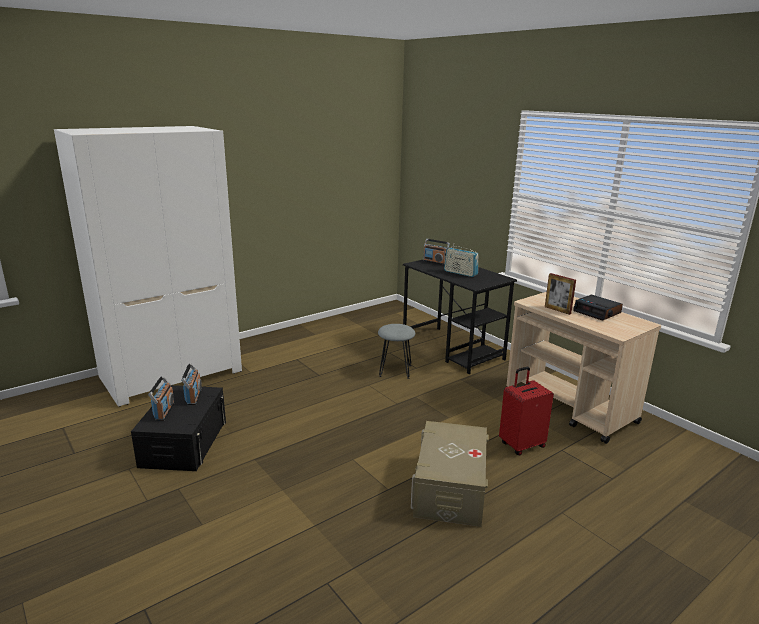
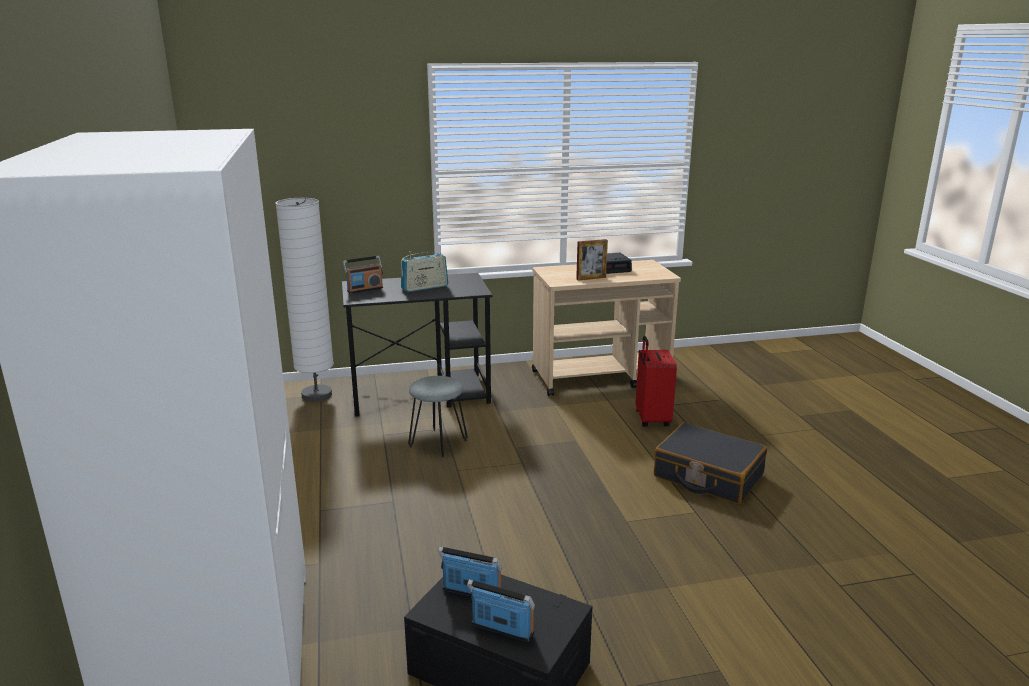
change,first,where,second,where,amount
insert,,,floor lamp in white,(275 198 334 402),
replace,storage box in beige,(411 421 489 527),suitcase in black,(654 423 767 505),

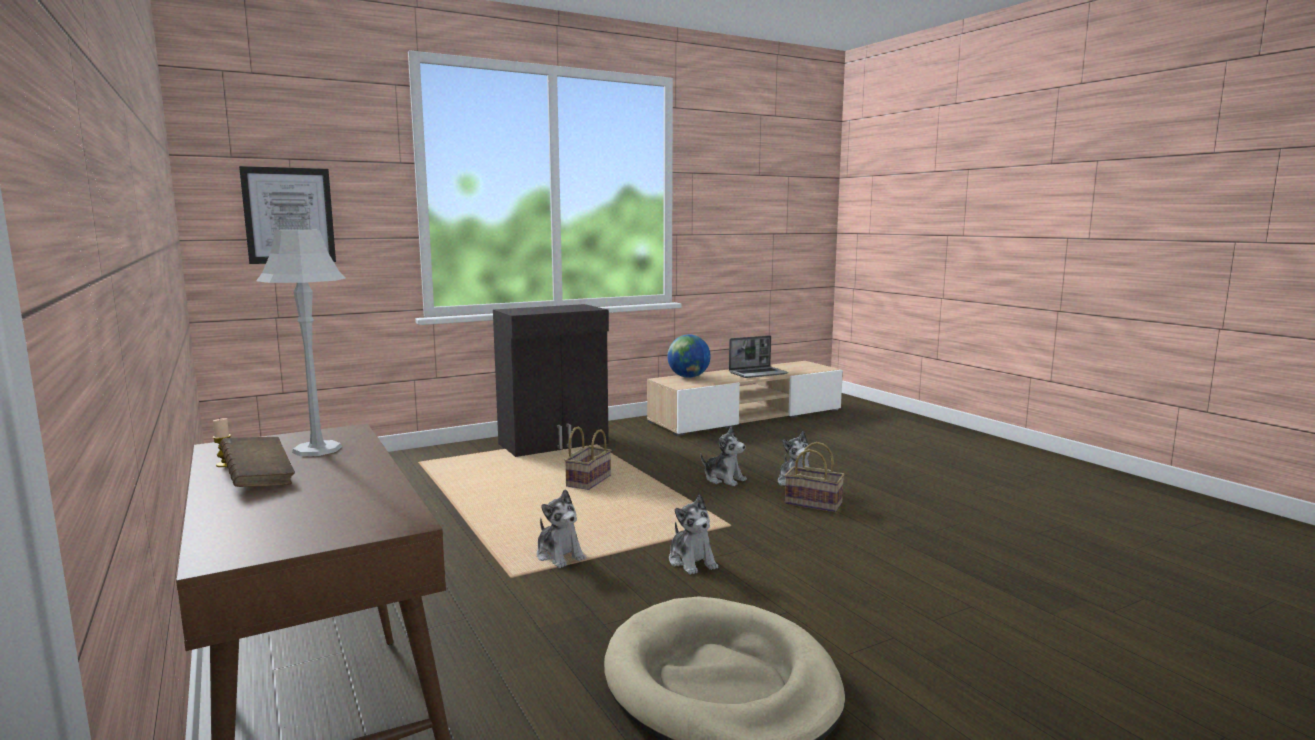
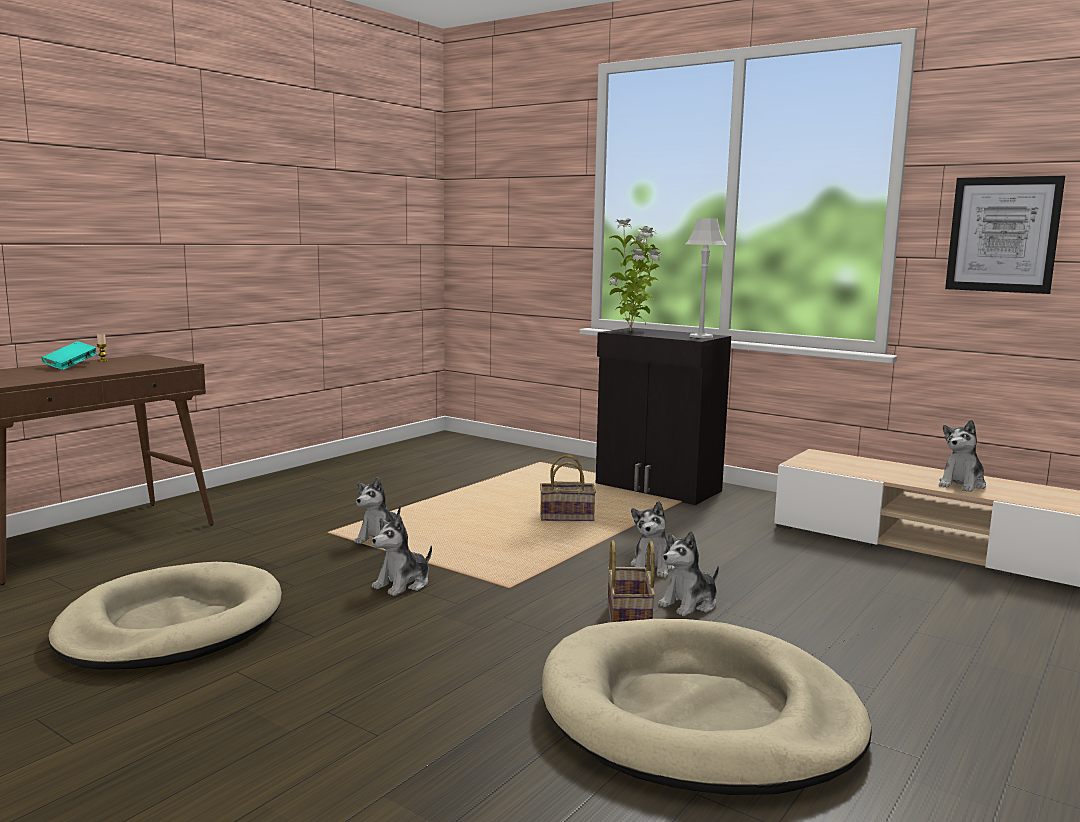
change,first,where,second,where,amount
delete,globe,(667 334 711 378),,,
insert,,,dog bed in beige,(542 619 872 795),
insert,,,potted plant,(609 218 661 331),
move,picture,(239 166 336 264),,(945 176 1065 294),
move,table lamp in grey,(256 230 345 456),,(686 218 726 338),
replace,laptop,(729 335 788 378),plush toy,(939 420 986 492),
recolor,book in brown,(220 437 295 487),book in turquoise,(42 341 97 370),

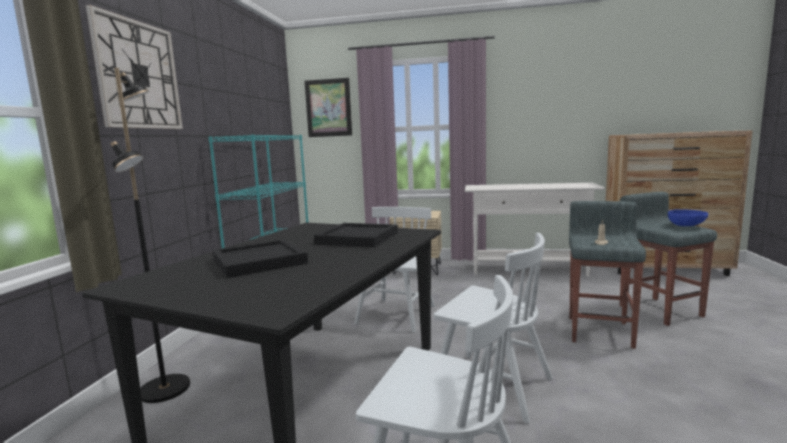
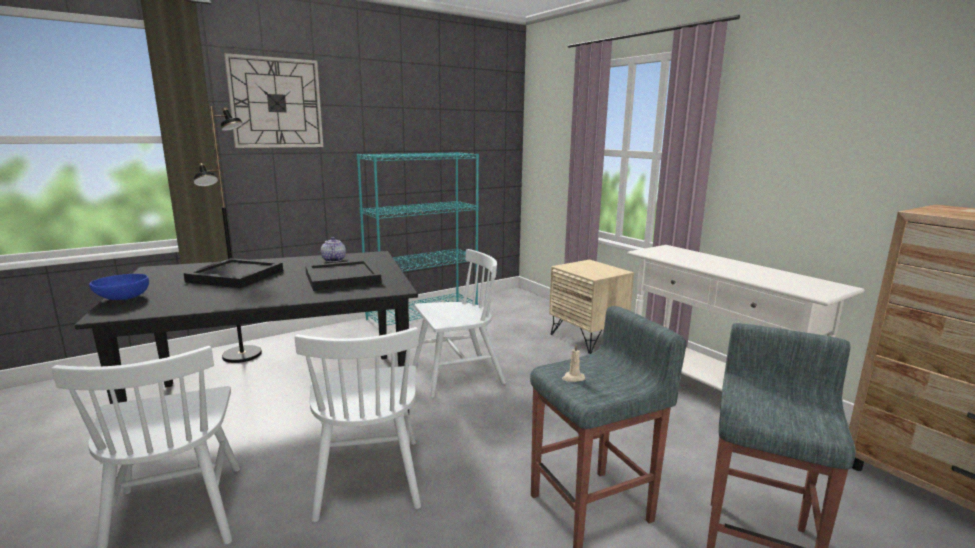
change,first,where,second,where,amount
delete,picture,(305 78 352 137),,,
insert,,,teapot,(321 237 346 262),
move,bowl in blue,(668 209 708 226),,(89 274 149 300),

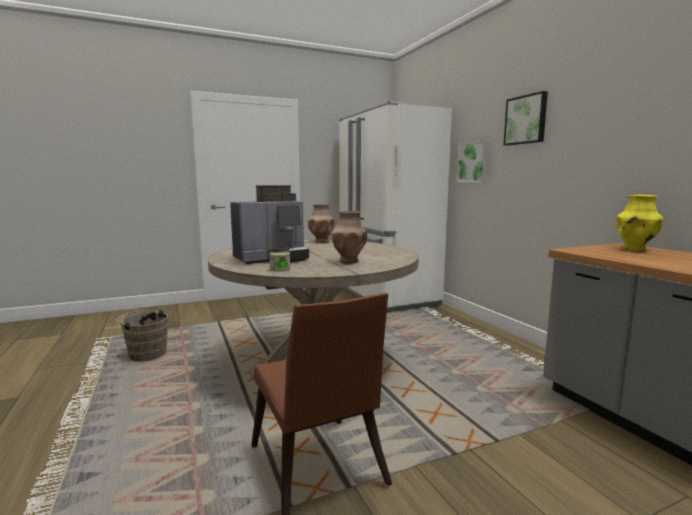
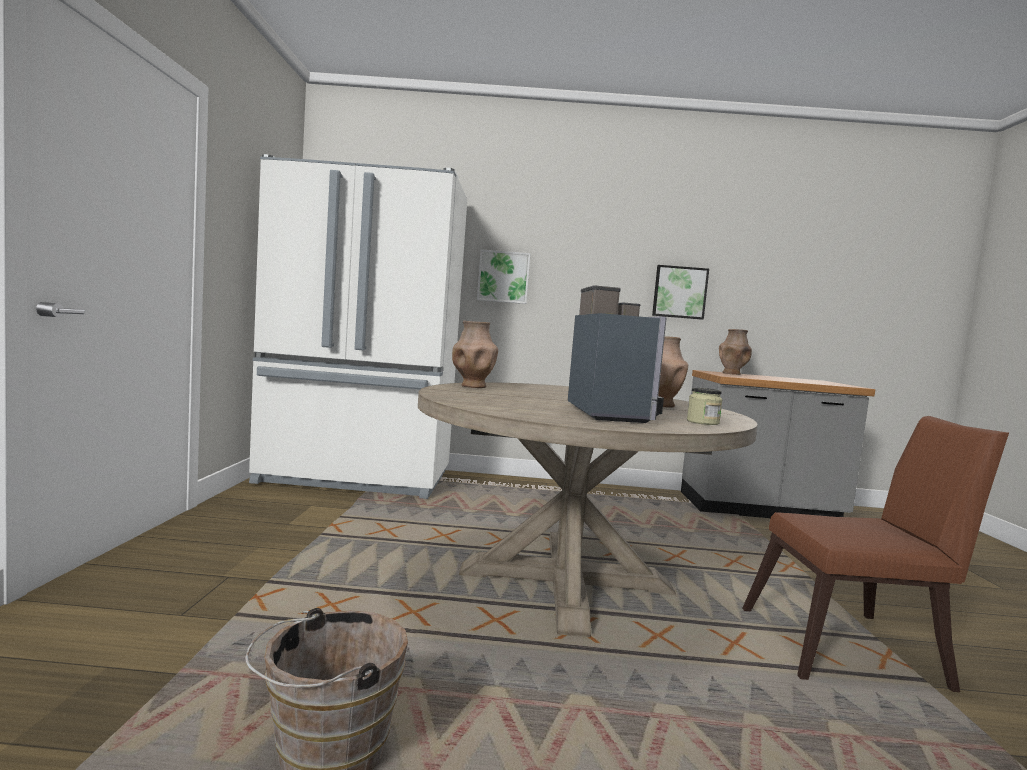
change,first,where,second,where,amount
move,picture,(503 91 548 146),,(652 265 709 320),
recolor,vase in yellow,(616 195 664 251),vase in brown,(719 329 752 375),

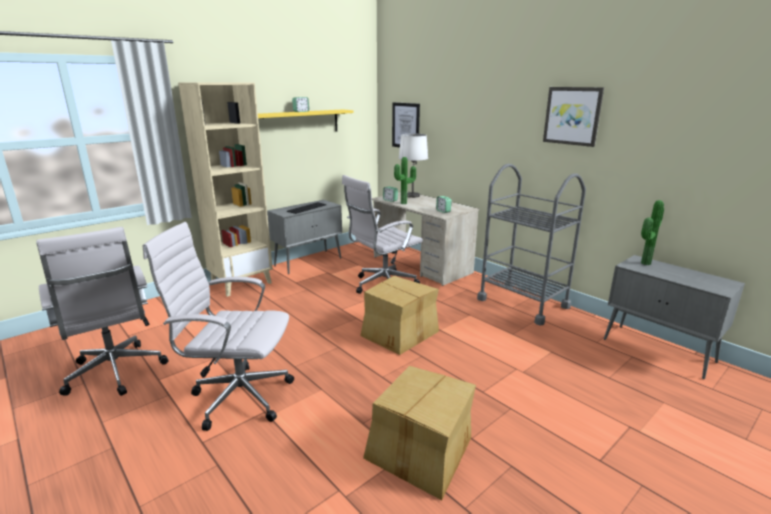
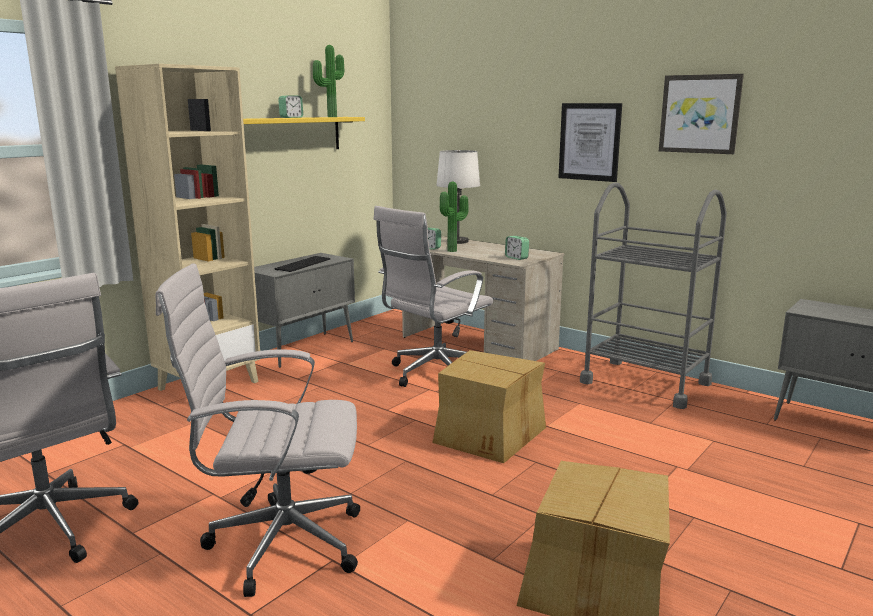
change,first,where,second,where,amount
move,picture,(392 102 420 148),,(558 103 622 182),
move,potted plant,(641 200 664 265),,(313 45 344 117),

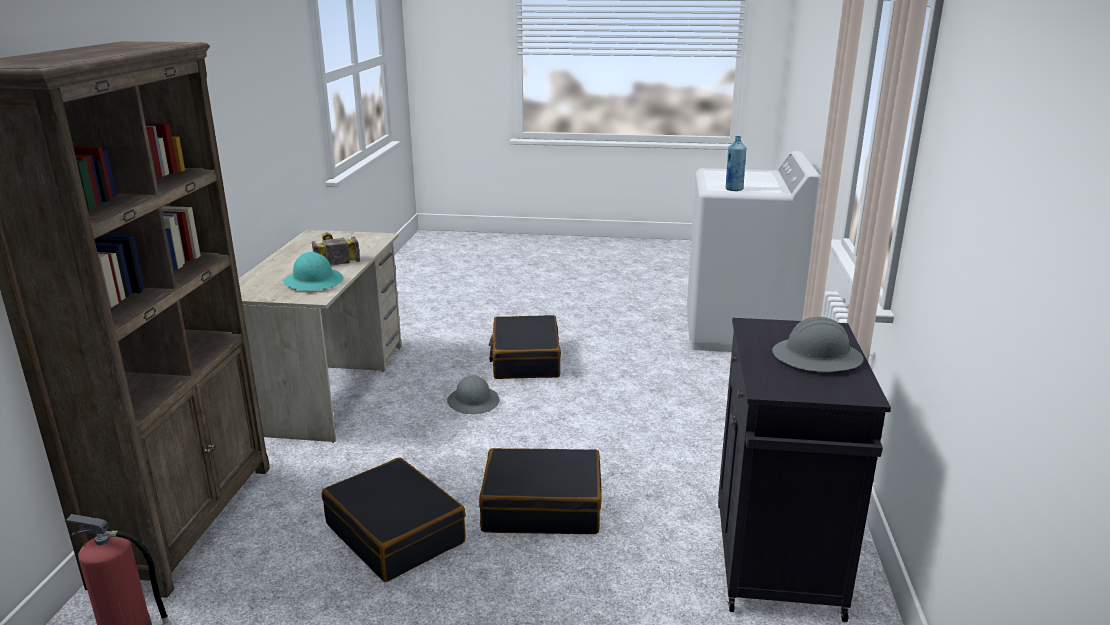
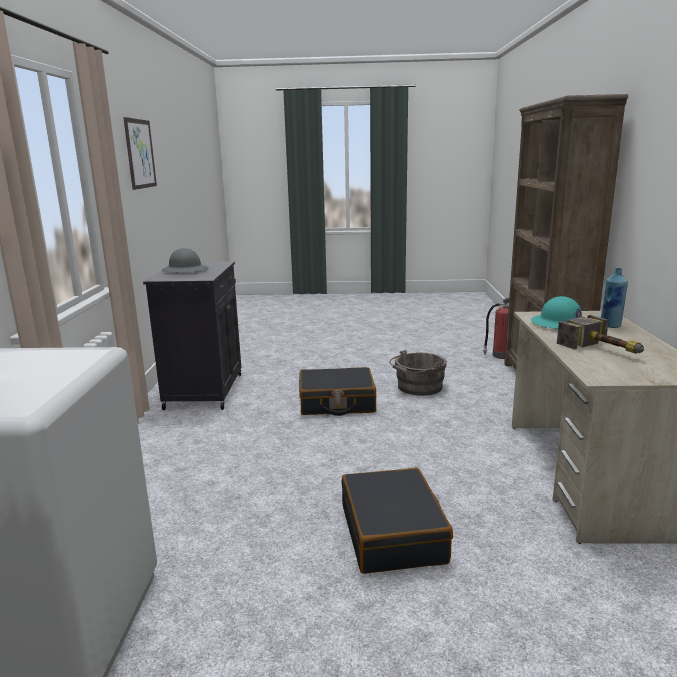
change,first,where,second,where,amount
delete,hard hat in grey,(447 375 500 414),,,
insert,,,picture,(123 117 157 190),
move,bottle in blue,(726 136 747 191),,(601 268 628 328),
replace,suitcase in black,(322 457 466 582),bucket in grey,(389 350 447 396),

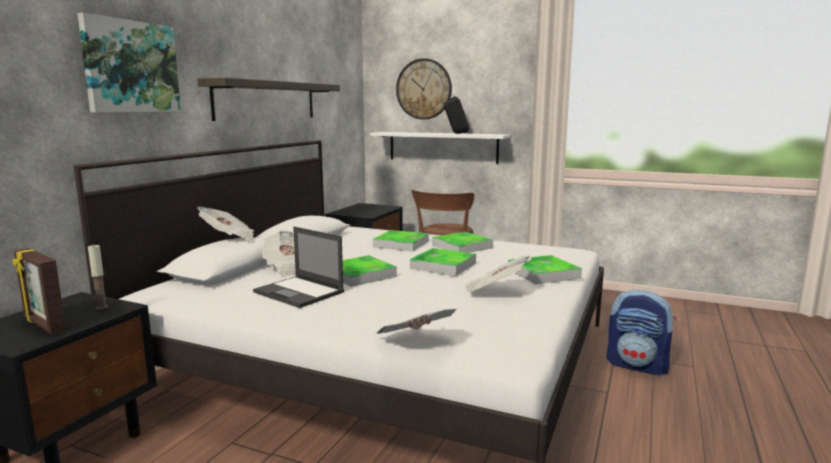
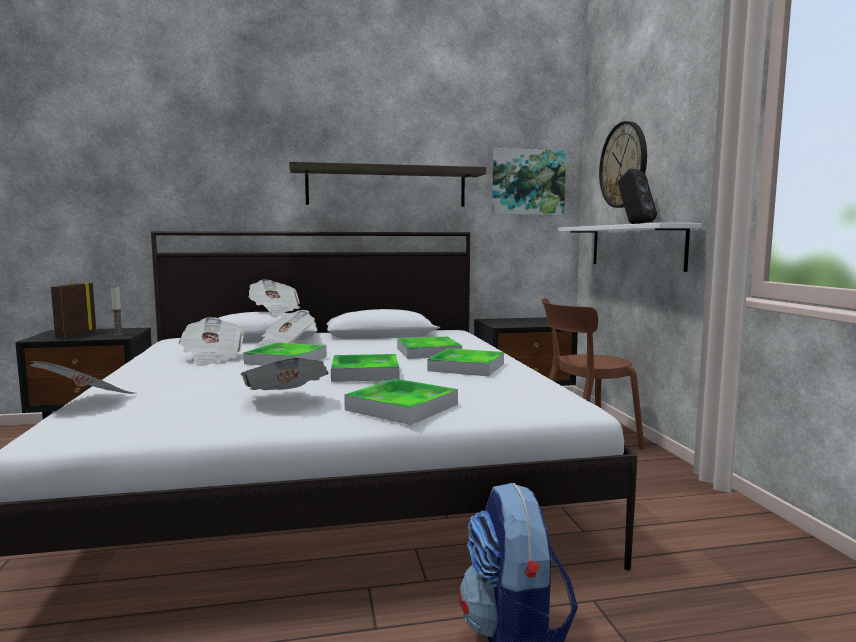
change,first,where,second,where,amount
move,picture,(77 13 181 113),,(492 148 566 215),
replace,laptop,(253 227 344 308),newspaper,(179 317 245 365),

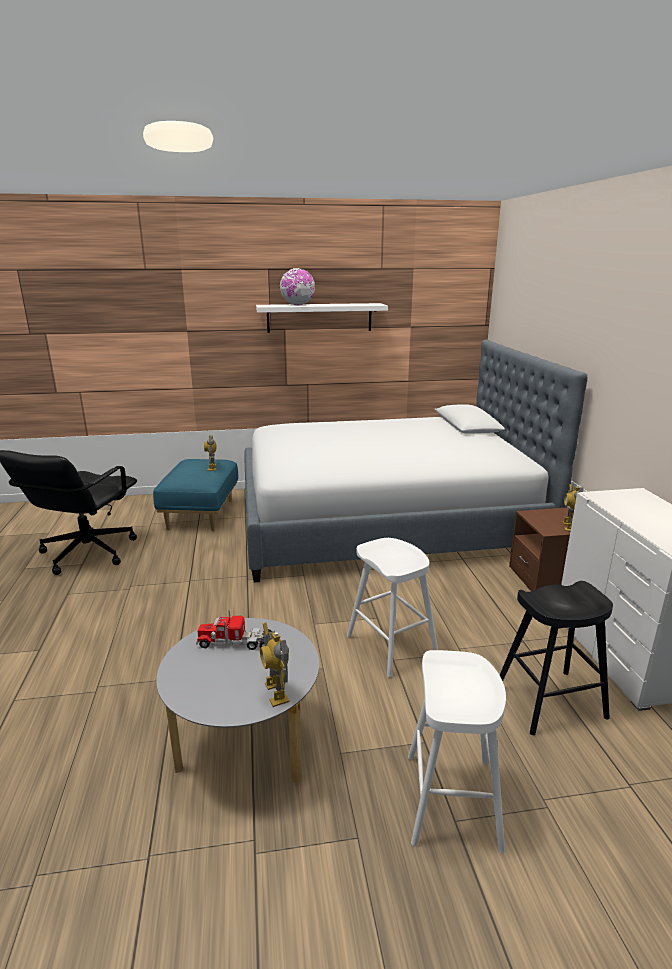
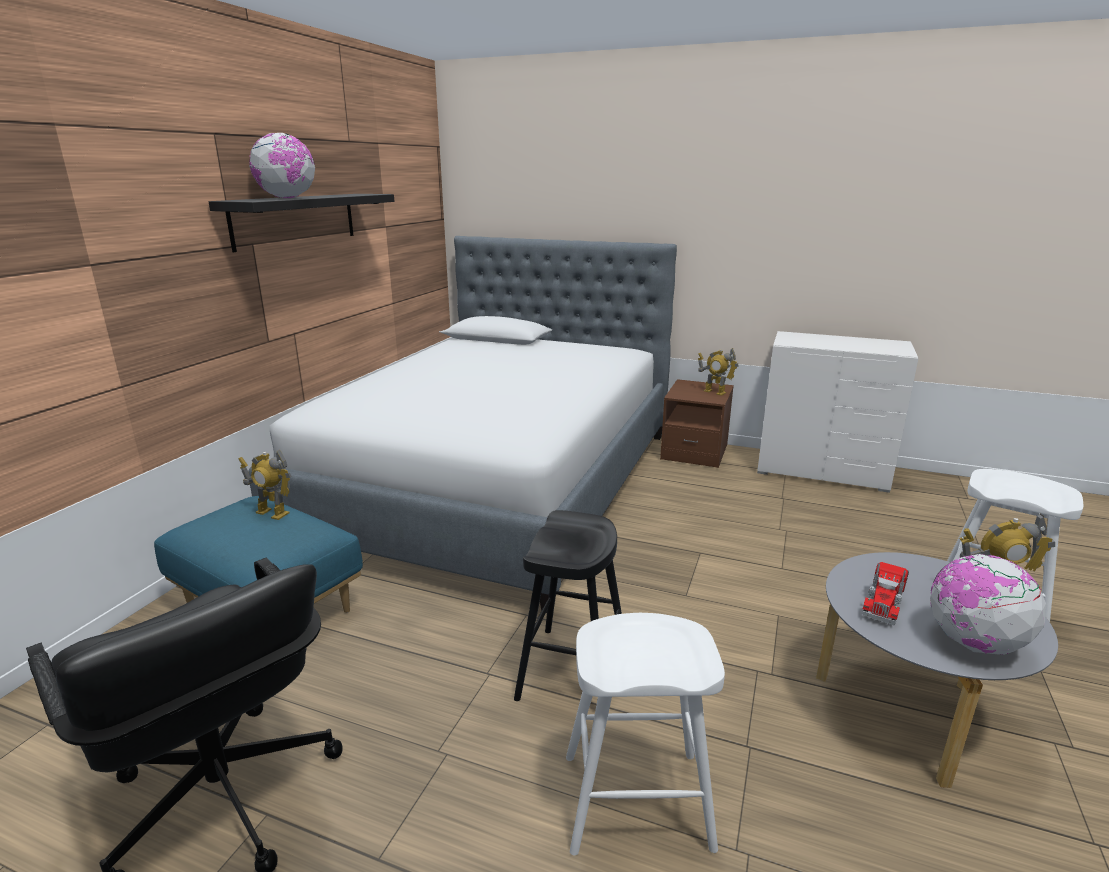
change,first,where,second,where,amount
insert,,,globe,(930 554 1046 655),
move,stool in white,(347 538 438 678),,(566 613 725 856),
move,stool in black,(500 581 613 735),,(514 510 622 701),
recolor,shelf in white,(256 303 388 333),shelf in black,(209 194 394 252),

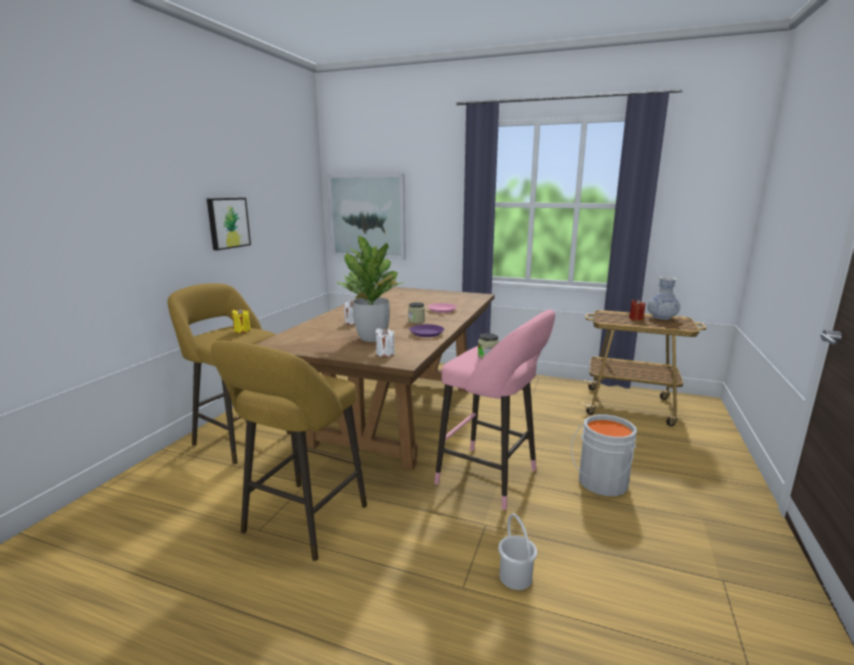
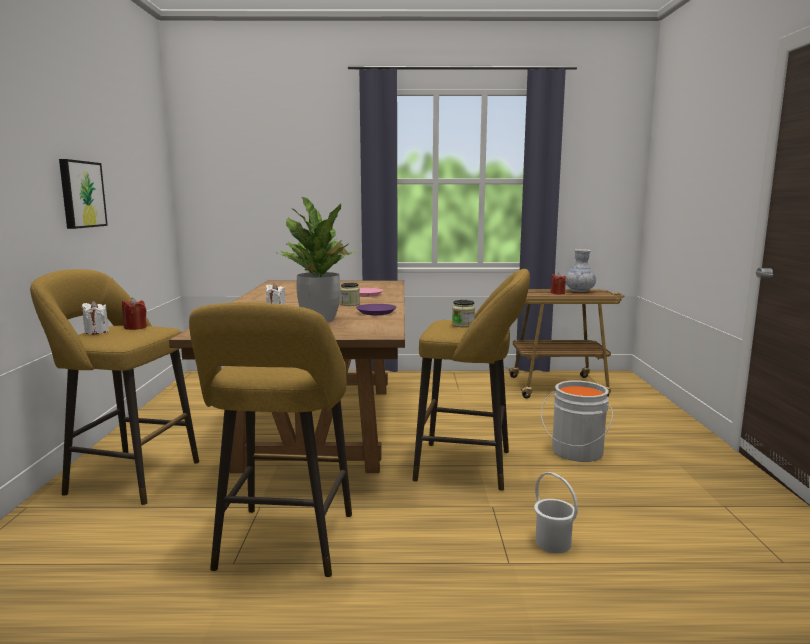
change,first,where,second,where,amount
delete,picture,(328 174 406 260),,,
move,candle in white,(375 328 395 357),,(82 301 109 335),
recolor,candle in yellow,(232 308 251 333),candle in red,(122 297 147 330),
recolor,stool in pink,(434 309 555 510),stool in yellow,(412 269 530 491),

